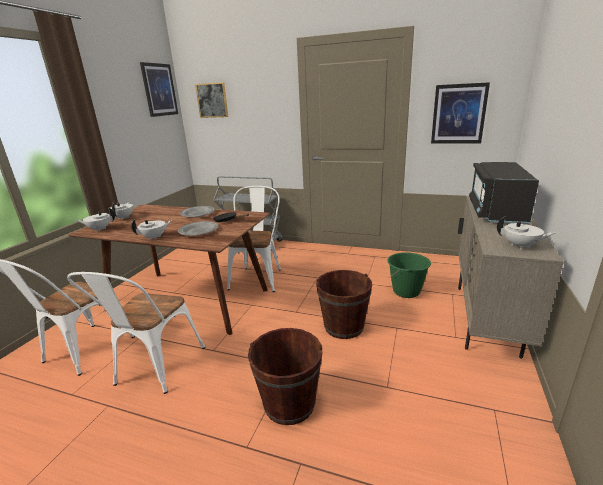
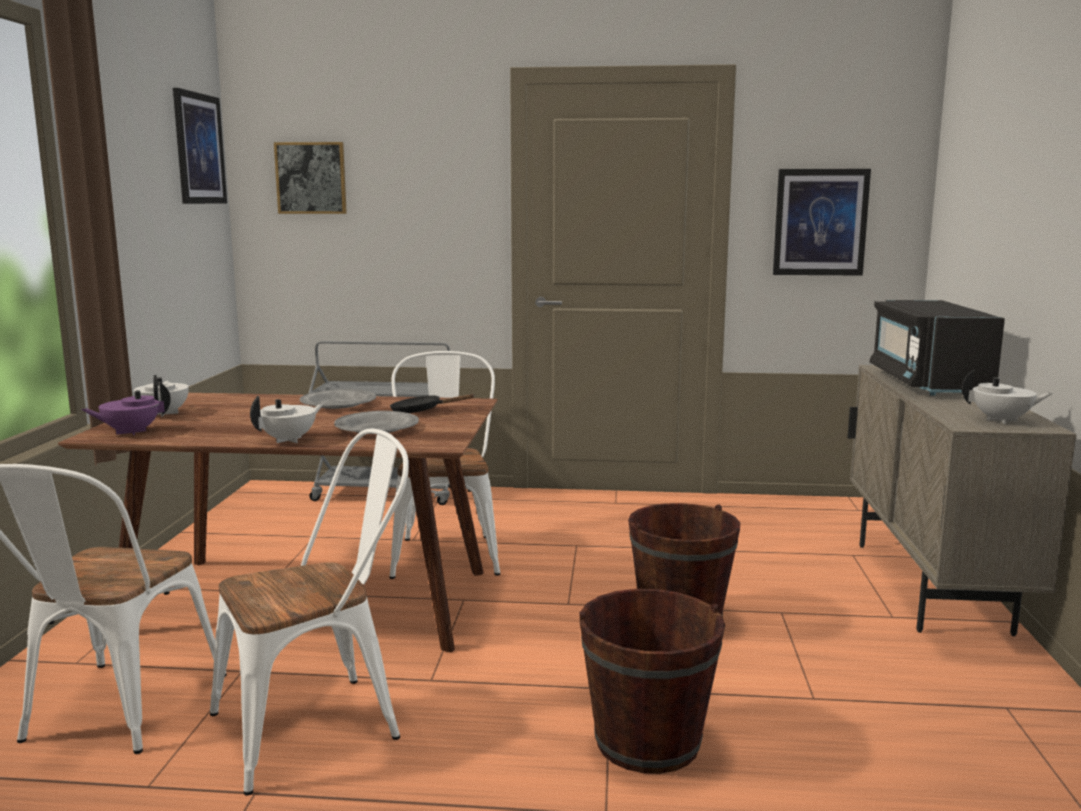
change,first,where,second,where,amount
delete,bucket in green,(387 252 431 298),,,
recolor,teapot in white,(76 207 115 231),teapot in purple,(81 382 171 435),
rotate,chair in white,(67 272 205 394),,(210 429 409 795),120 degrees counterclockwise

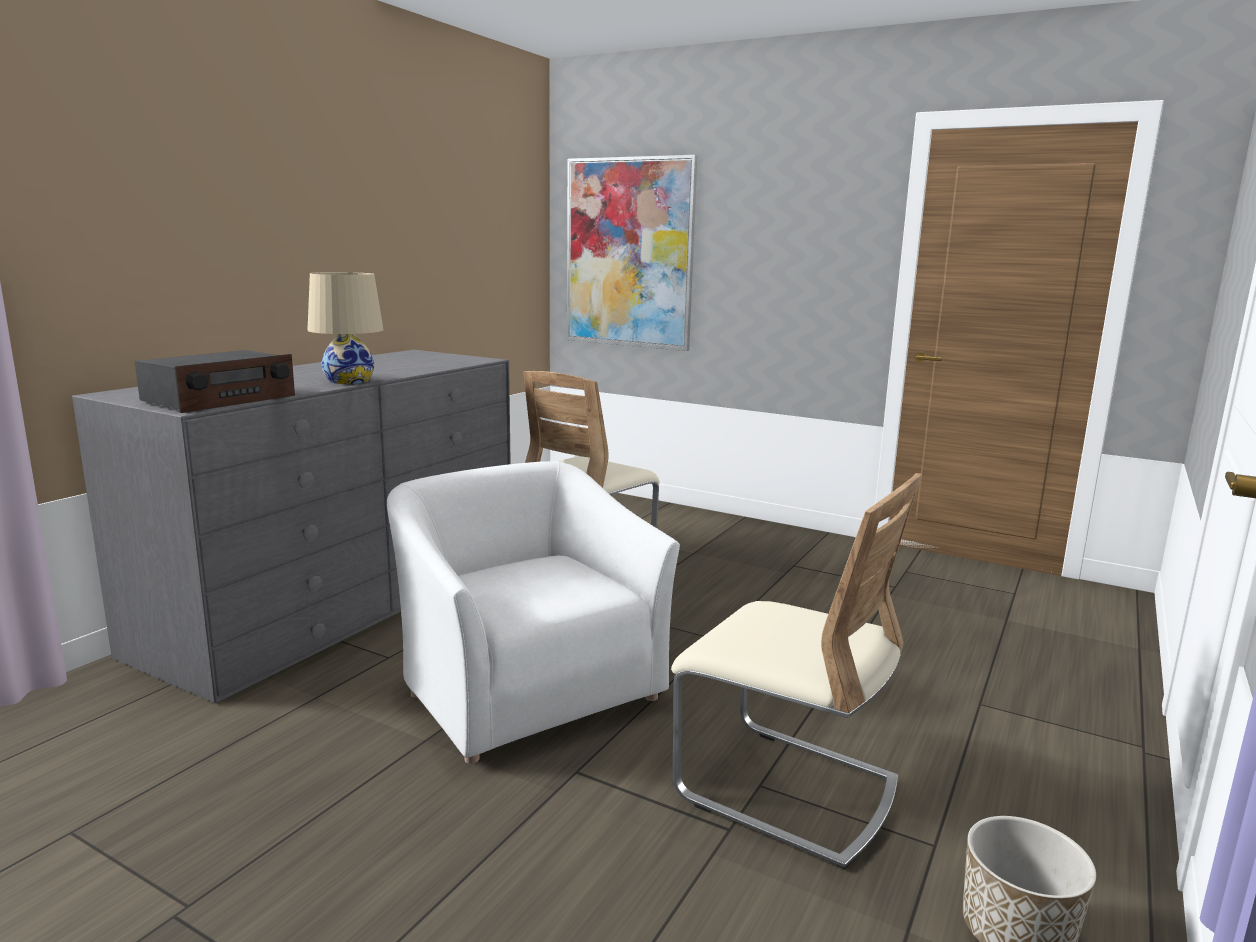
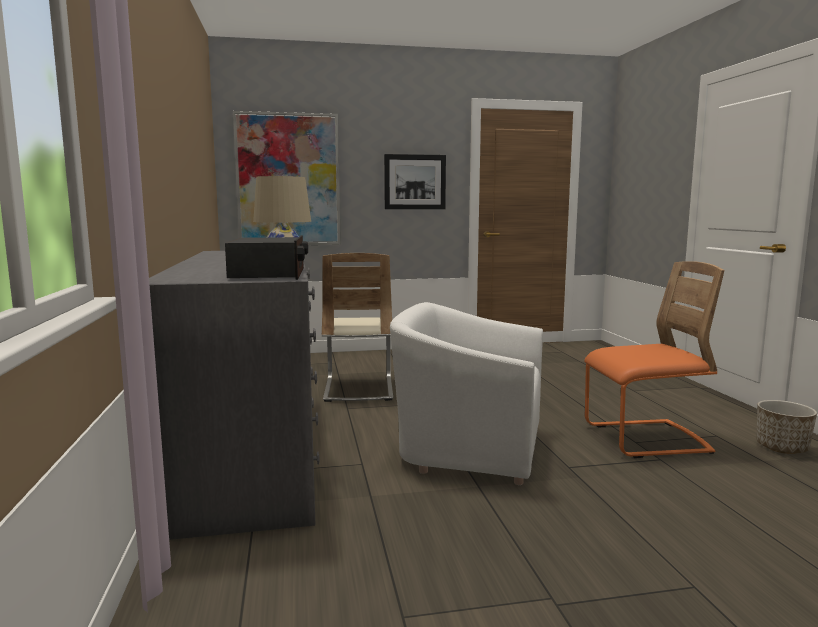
change,first,where,second,where,amount
insert,,,picture,(384 154 446 209),
recolor,chair in beige,(671 473 922 870),chair in orange,(584 261 725 458),

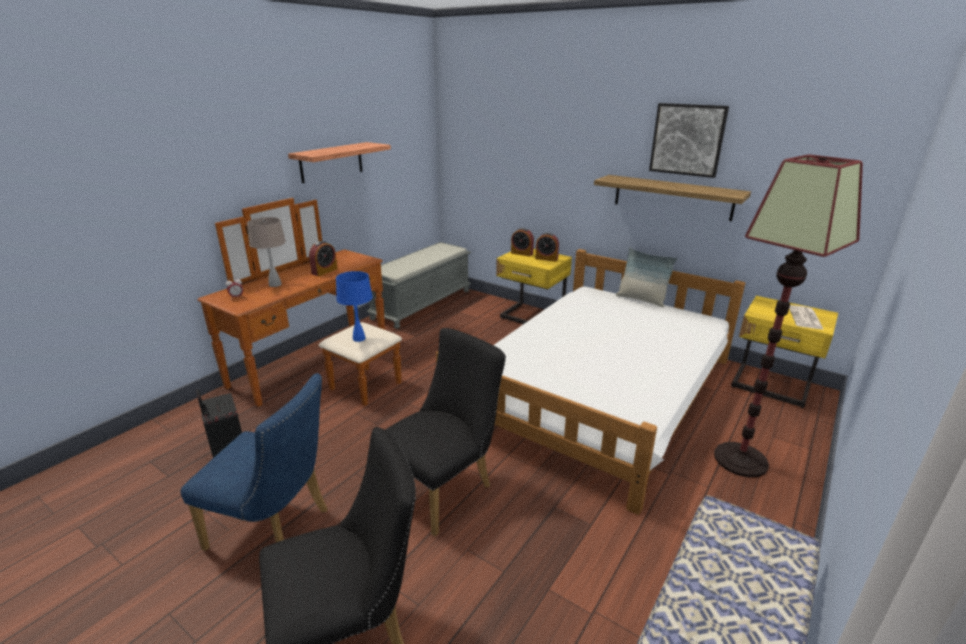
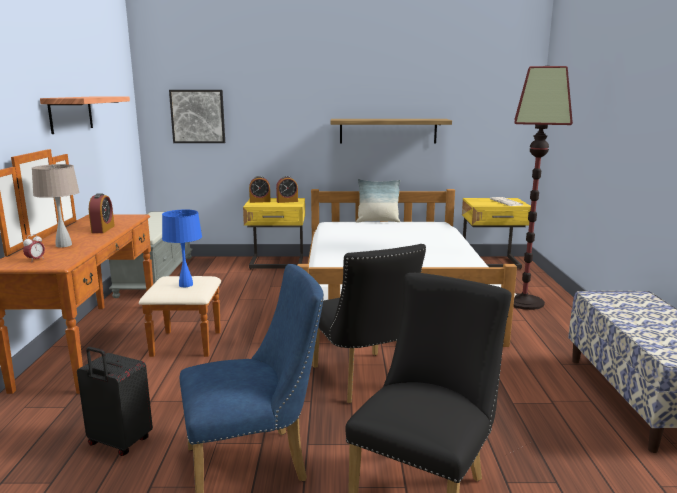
change,first,where,second,where,amount
move,picture,(649 103 729 178),,(169 90 225 143),
rotate,chair in black,(385 328 506 536),,(312 244 426 403),150 degrees clockwise

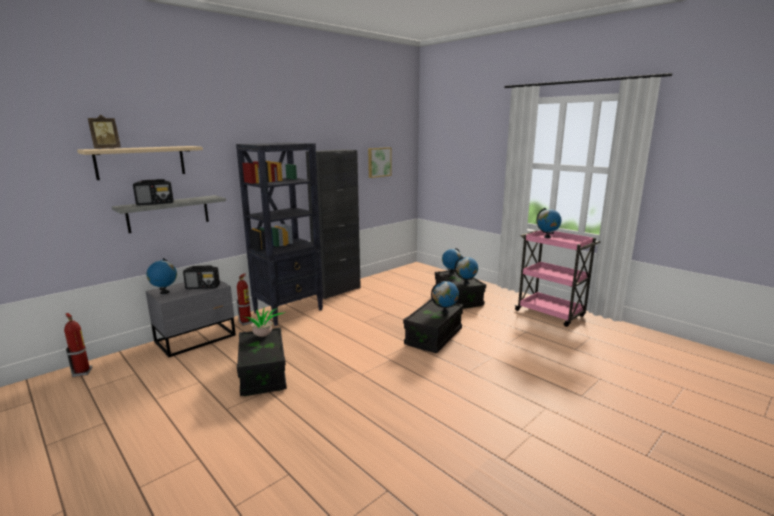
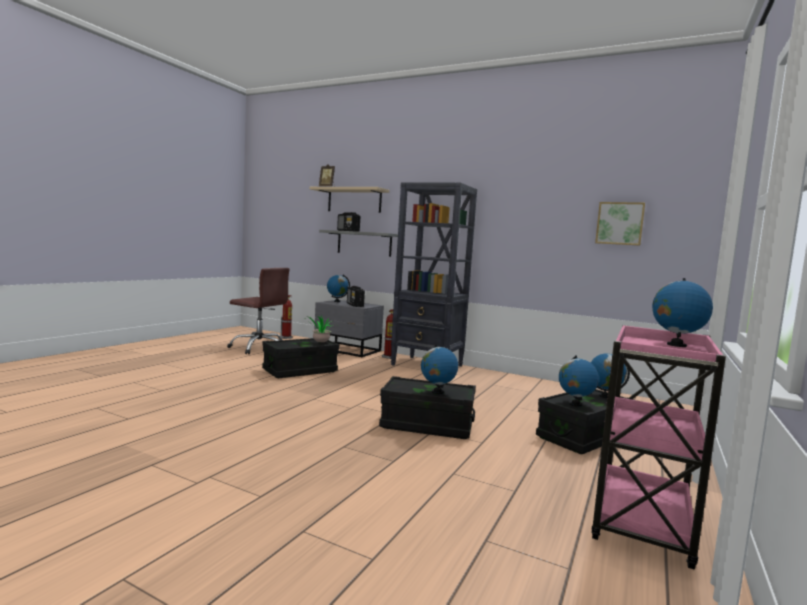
change,first,where,second,where,amount
delete,cabinet in black,(306 149 361 299),,,
insert,,,office chair in brown,(227 268 290 354),

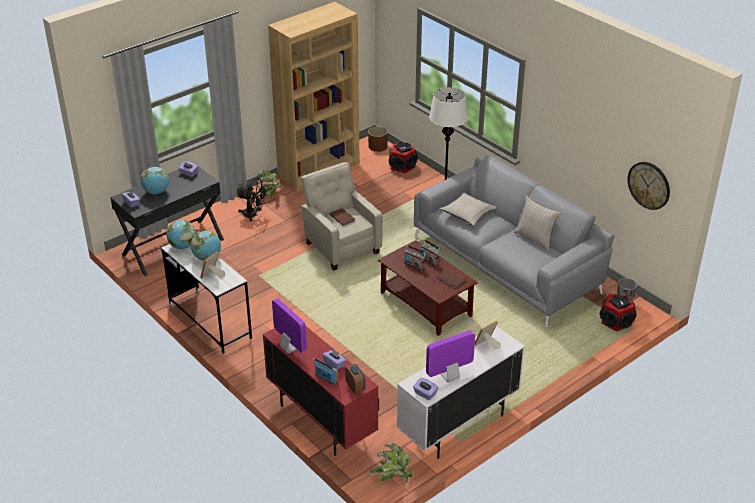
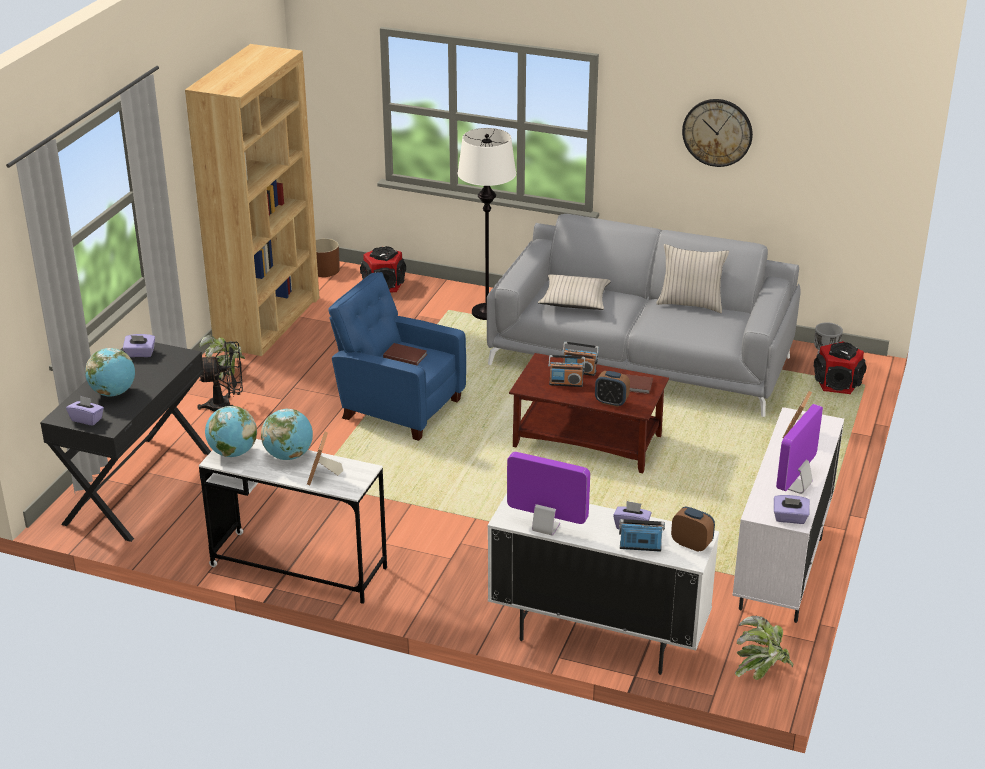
change,first,where,second,where,amount
insert,,,alarm clock,(595 371 630 407),
move,wall clock,(628 162 670 210),,(682 99 753 167),
recolor,cabinet in red,(263 326 379 456),cabinet in white,(488 493 719 675),
recolor,armchair in beige,(301 162 382 271),armchair in blue,(328 272 466 441),

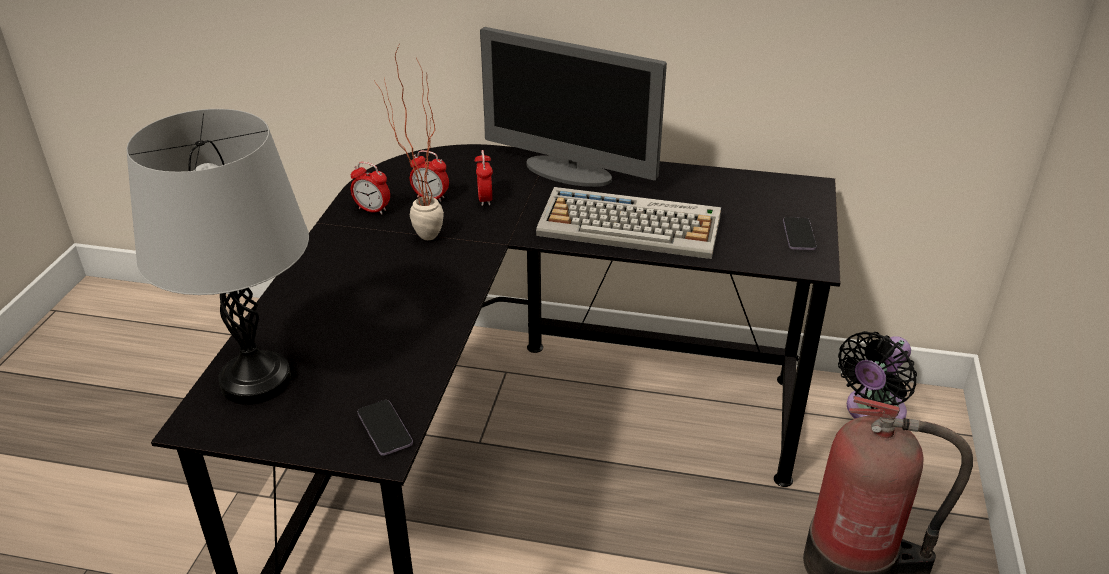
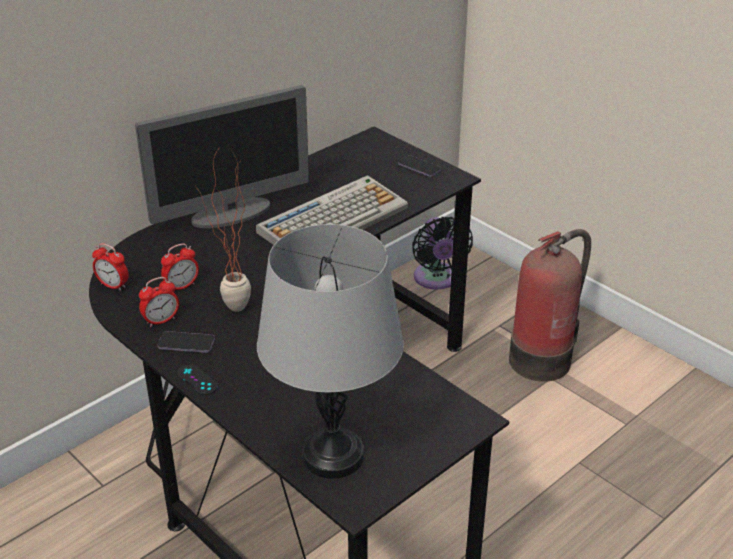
change,first,where,second,where,amount
insert,,,game controller in black,(177 365 218 395),
move,phone,(358 400 413 456),,(157 331 215 353),
move,alarm clock,(475 150 493 206),,(92 243 129 291),

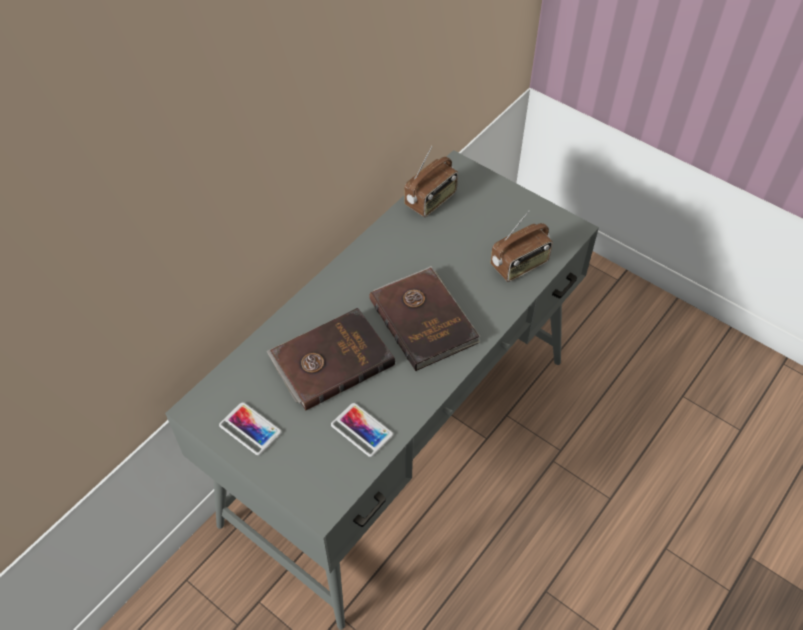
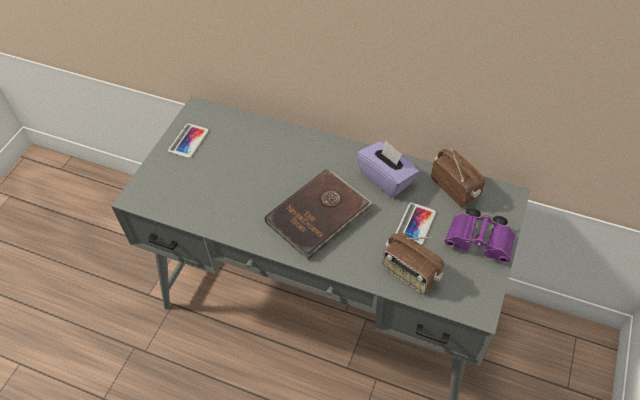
change,first,where,second,where,amount
delete,book in brown,(267 308 395 411),,,
insert,,,tissue box in purple,(356 140 419 197),
insert,,,binoculars in purple,(445 208 515 264),
move,phone,(331 403 393 457),,(395 203 436 245),
rotate,radio,(404 146 458 217),,(431 148 485 207),150 degrees counterclockwise

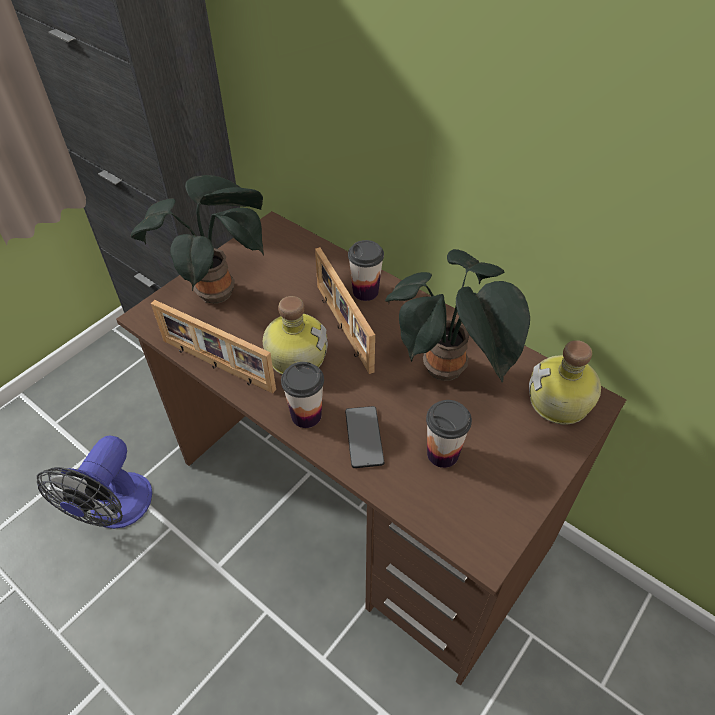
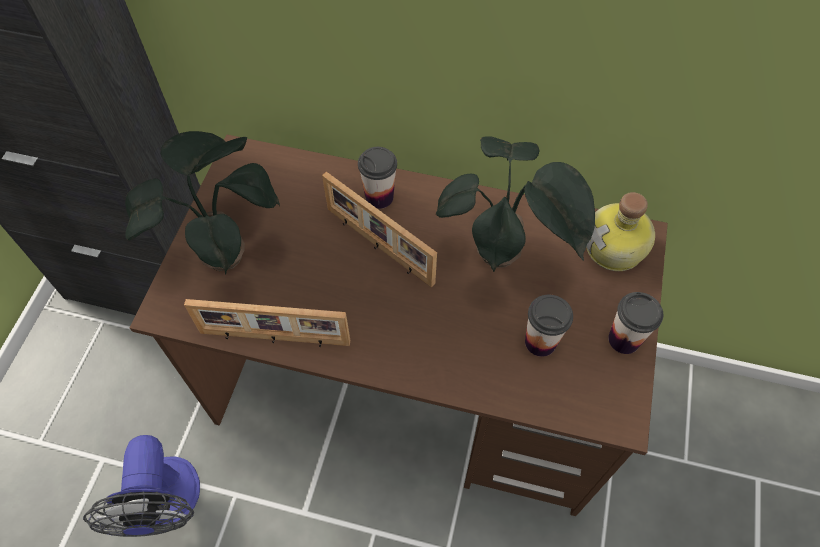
change,first,where,second,where,amount
delete,bottle,(263 296 328 374),,,
delete,phone,(345 406 384 468),,,
move,cup,(281 362 324 428),,(608 292 663 354),

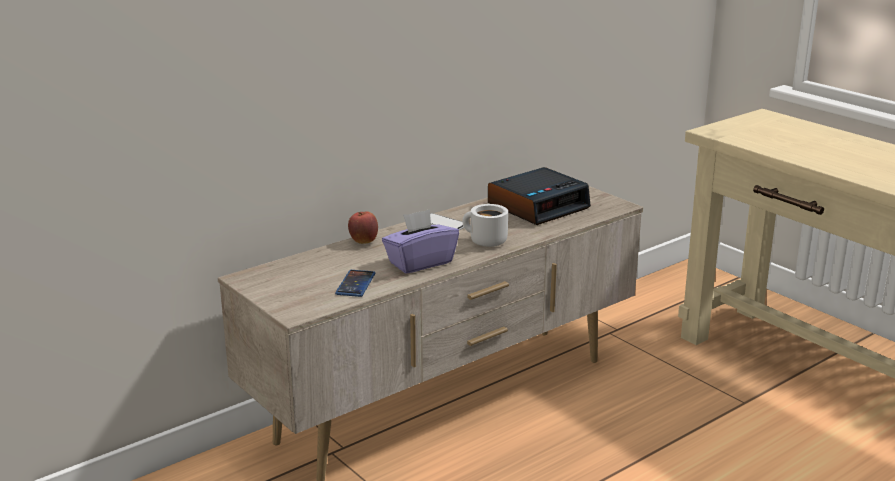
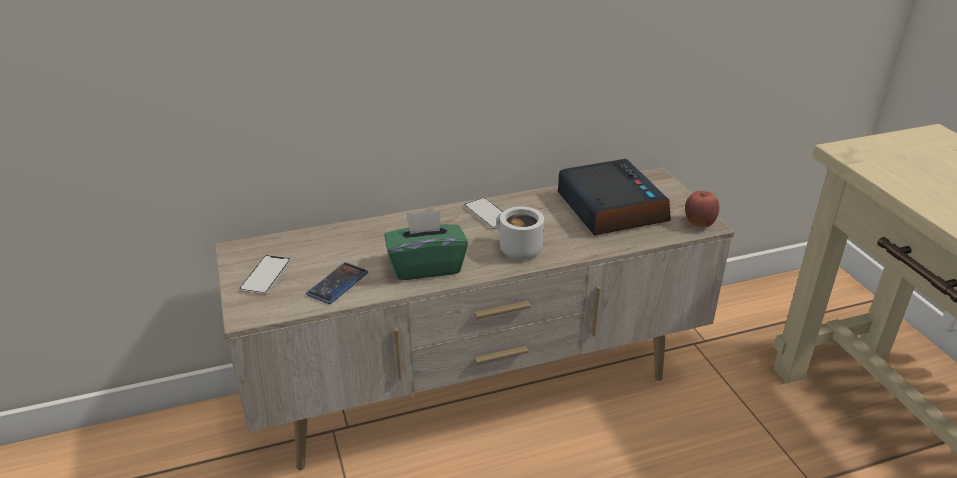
change,first,where,second,where,amount
insert,,,phone,(239 255 291 295),
move,apple,(348 211 378 244),,(685 191 719 227),
recolor,tissue box in purple,(382 209 459 274),tissue box in green,(384 210 468 280),
rotate,alarm clock,(488 167 591 225),,(558 159 671 235),90 degrees counterclockwise

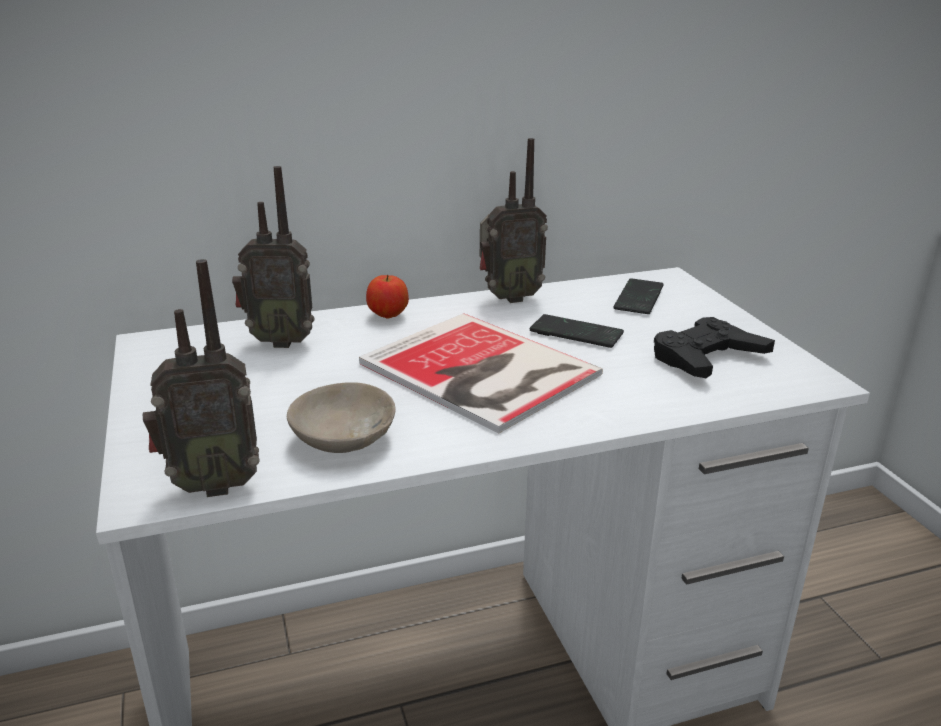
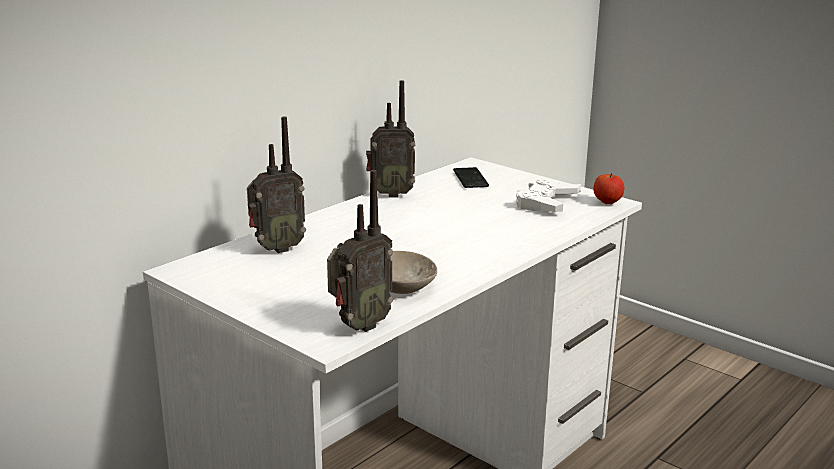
change,first,where,second,where,amount
delete,book,(359 313 603 434),,,
delete,phone,(530 314 624 348),,,
move,apple,(366 275 409 319),,(593 173 624 204),
recolor,game controller in black,(654 317 775 378),game controller in white,(516 179 581 212),
rotate,radio,(480 138 548 303),,(366 80 415 197),45 degrees clockwise

